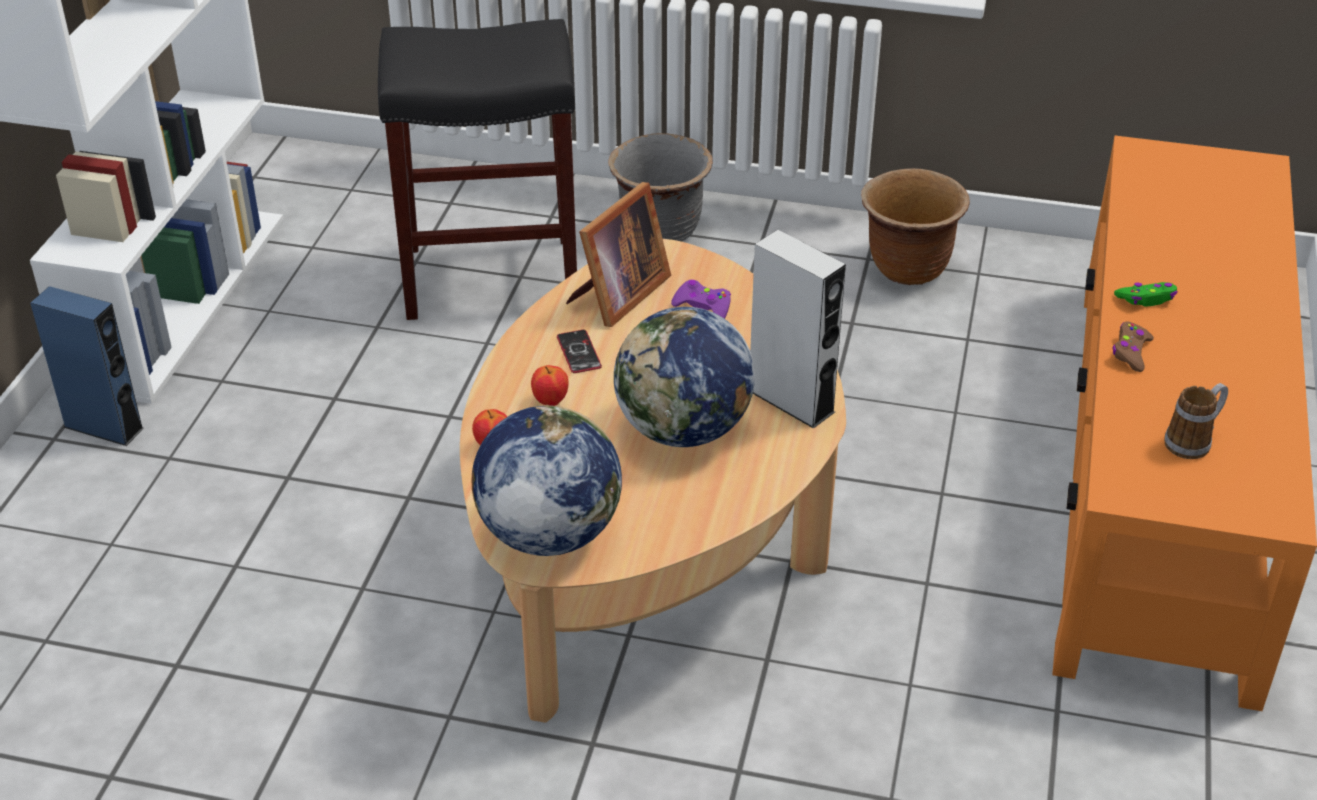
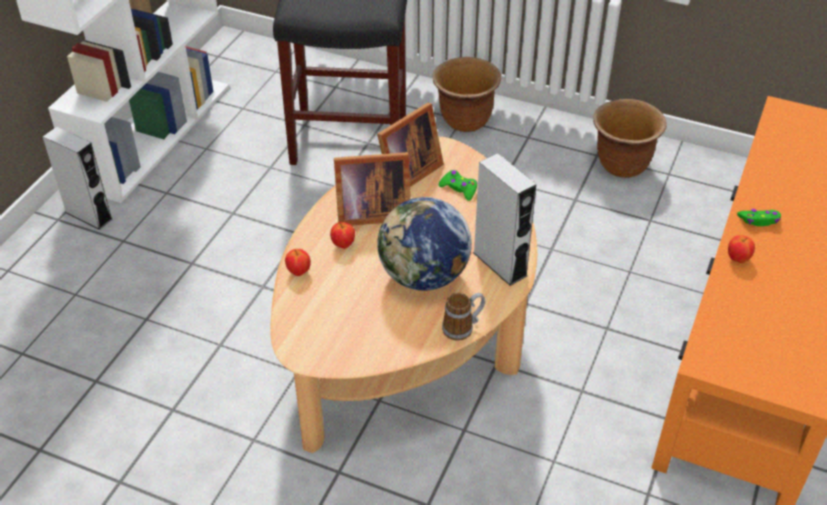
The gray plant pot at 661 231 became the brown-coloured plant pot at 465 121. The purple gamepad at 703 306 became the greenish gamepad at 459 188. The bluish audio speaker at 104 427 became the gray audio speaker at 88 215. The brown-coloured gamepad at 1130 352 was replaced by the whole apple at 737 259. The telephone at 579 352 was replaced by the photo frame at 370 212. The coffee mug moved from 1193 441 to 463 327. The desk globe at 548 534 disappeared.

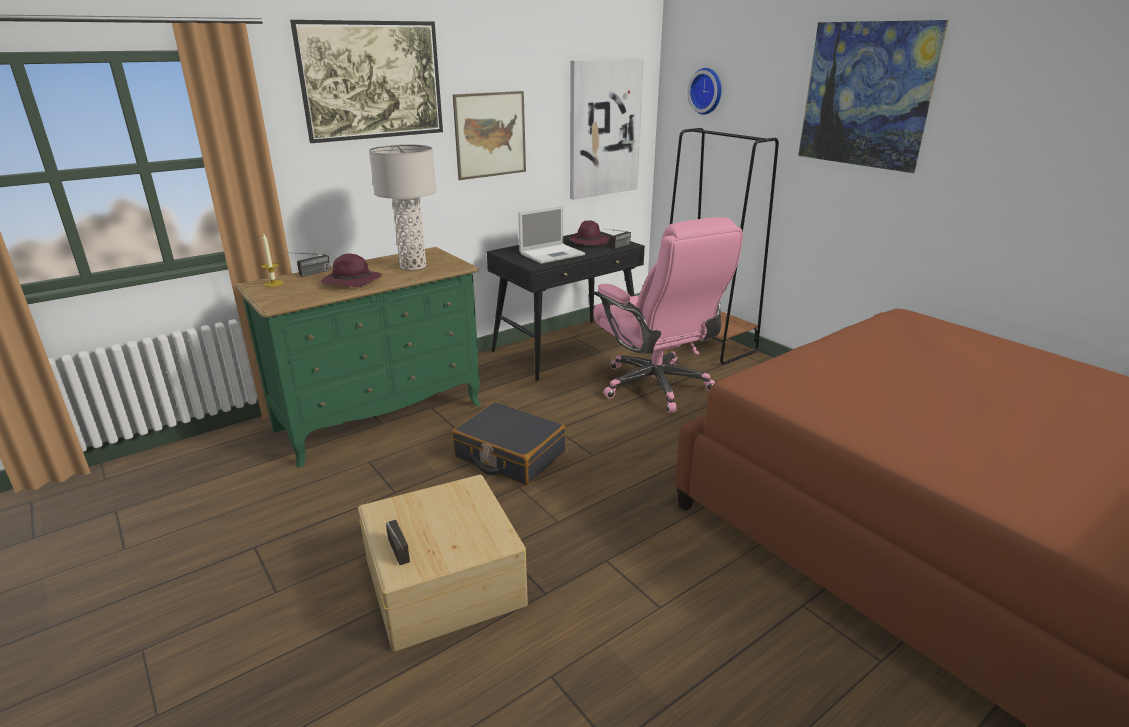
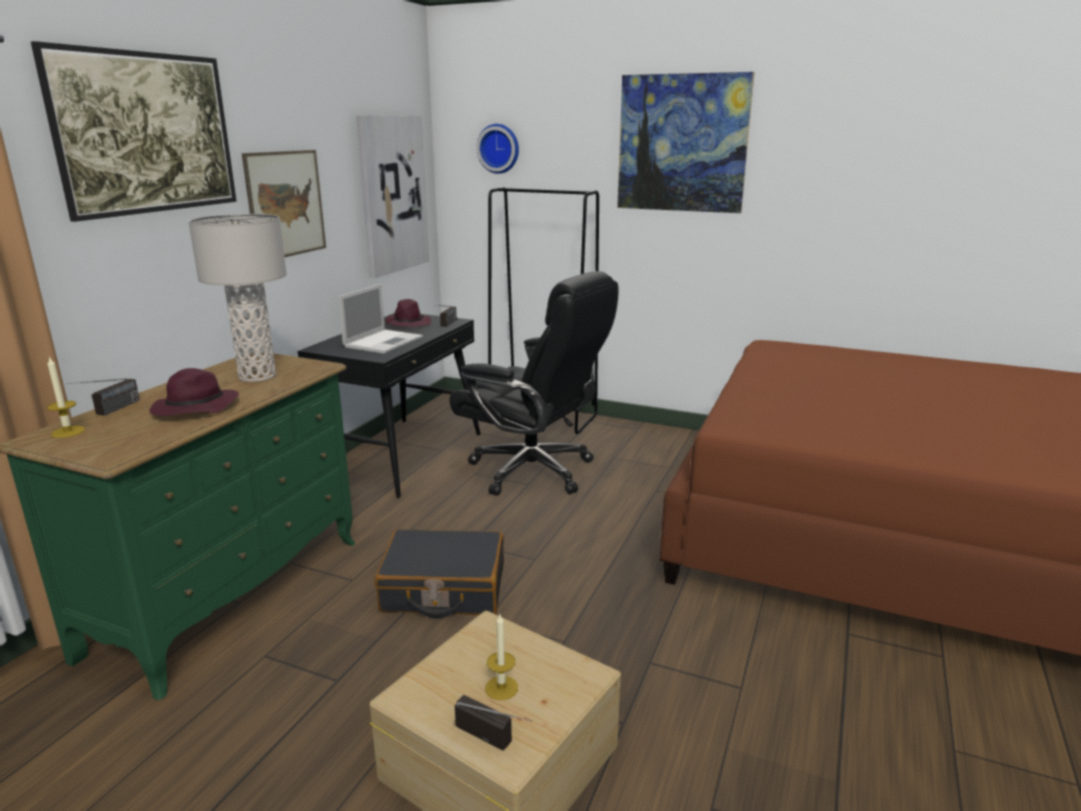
The pink desk chair at 655 385 became the black-coloured desk chair at 532 470. The wax candle at 501 688 appeared.

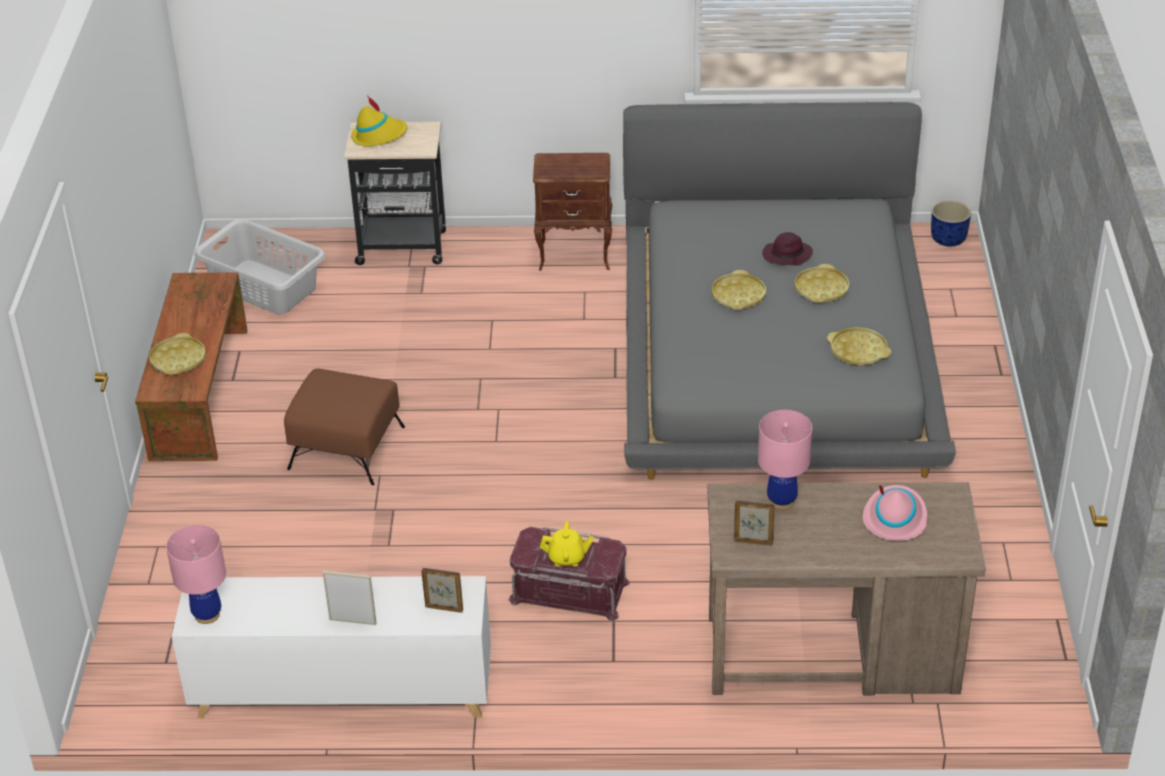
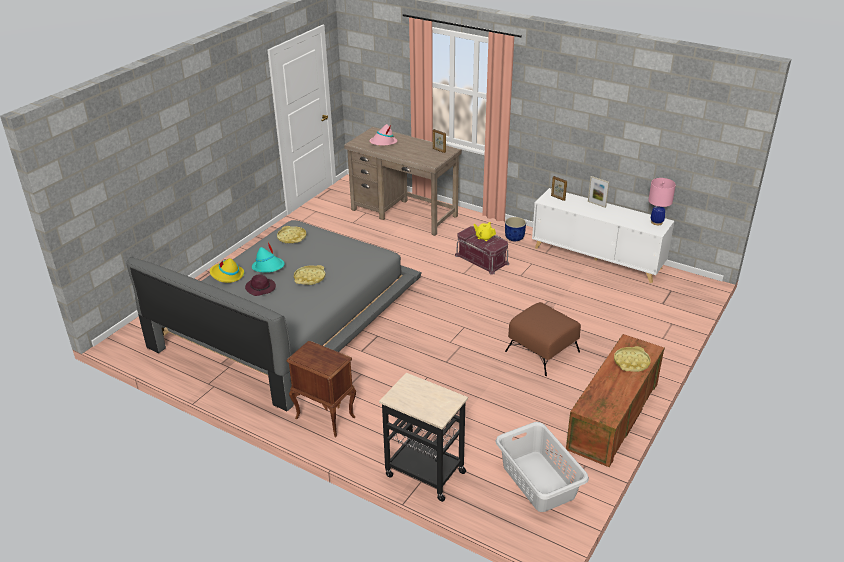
The yellowish wearable hat moved from 379 136 to 227 275. The bluish plant pot moved from 949 239 to 514 237. The yellowish tray at 821 289 was replaced by the turquoise-coloured wearable hat at 268 267. The pink table lamp at 781 501 disappeared.

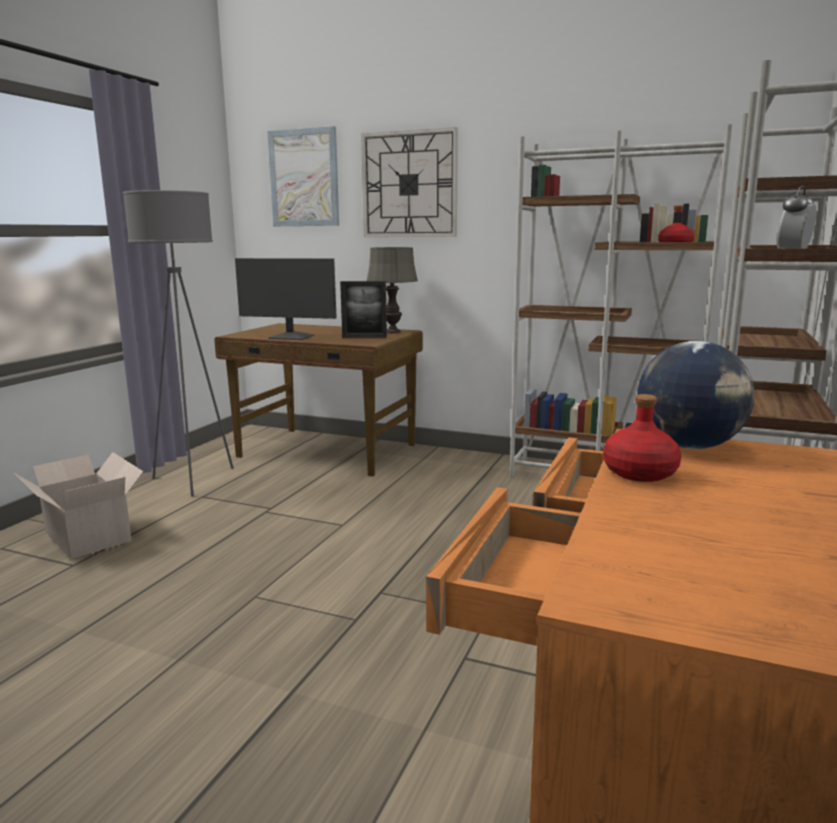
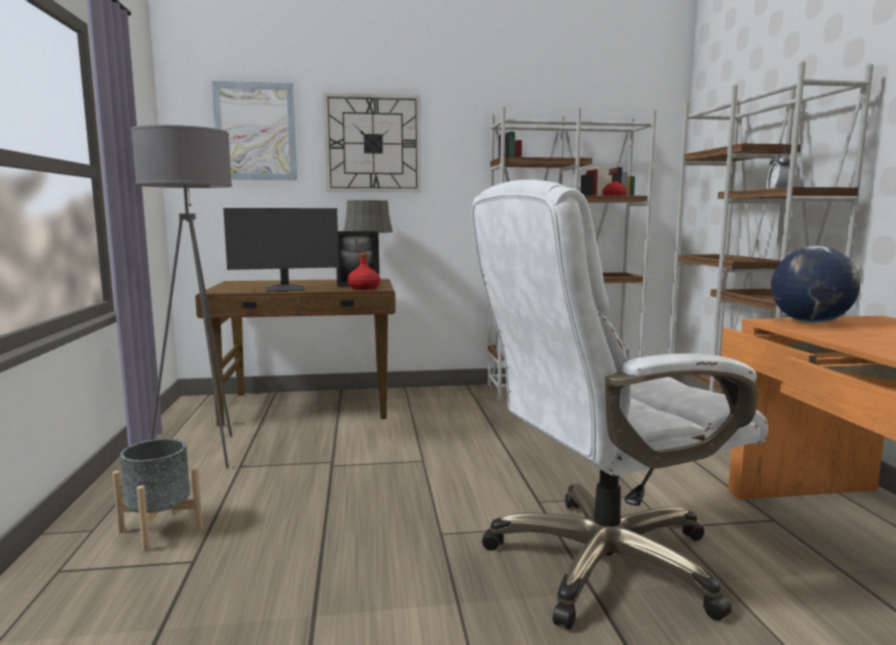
The red drink bottle moved from 639 472 to 363 288. The carton at 87 535 was replaced by the gray plant pot at 160 530. The whitish desk chair at 604 561 appeared.

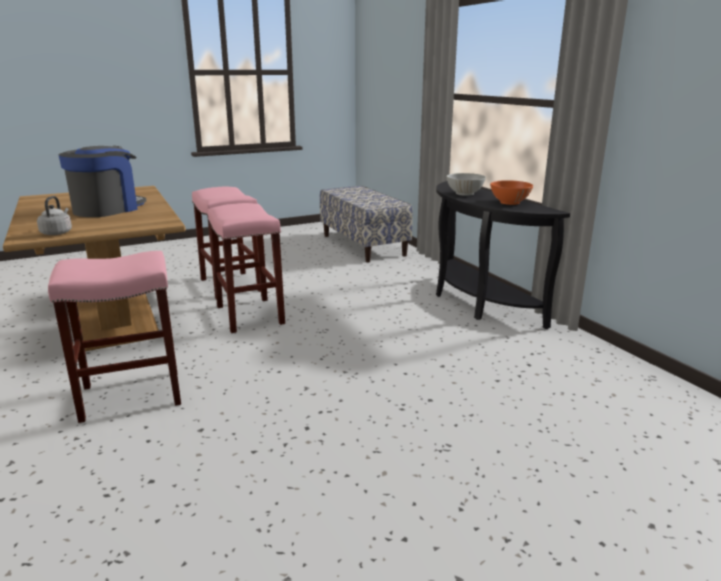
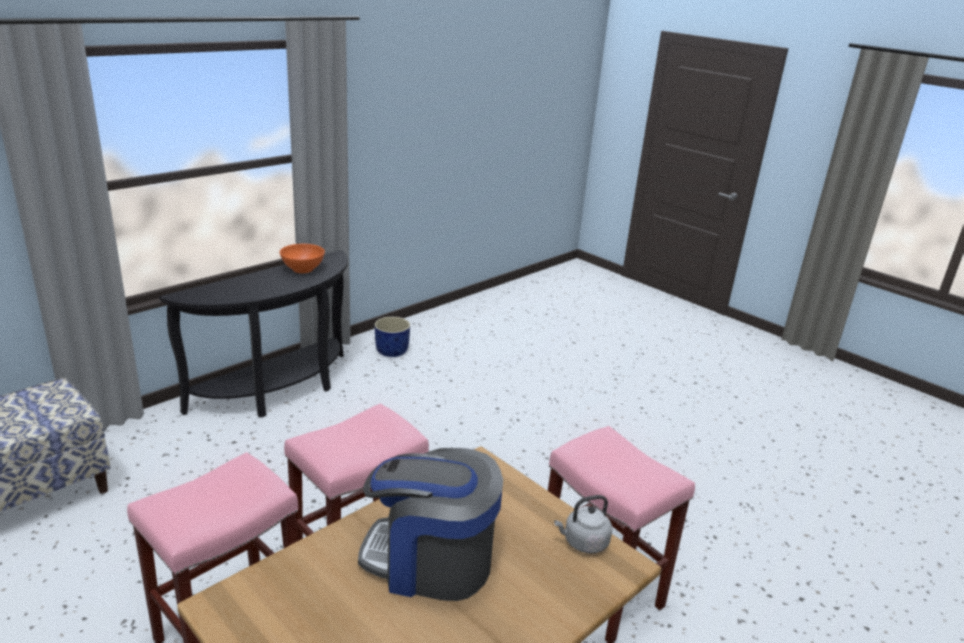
The whitish serving bowl at 464 193 disappeared. The bluish plant pot at 392 351 appeared.

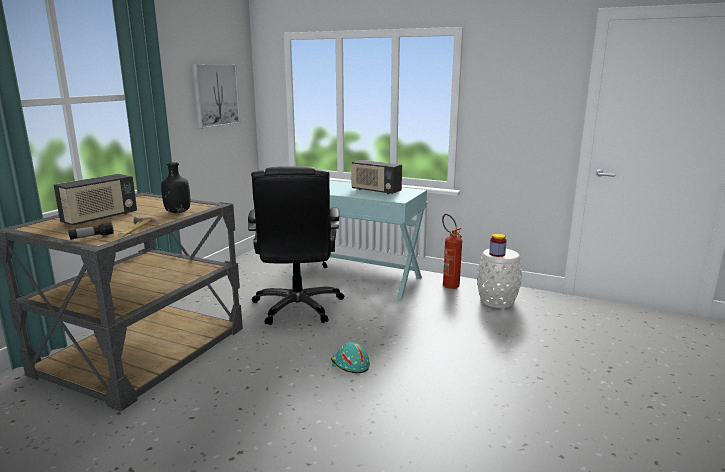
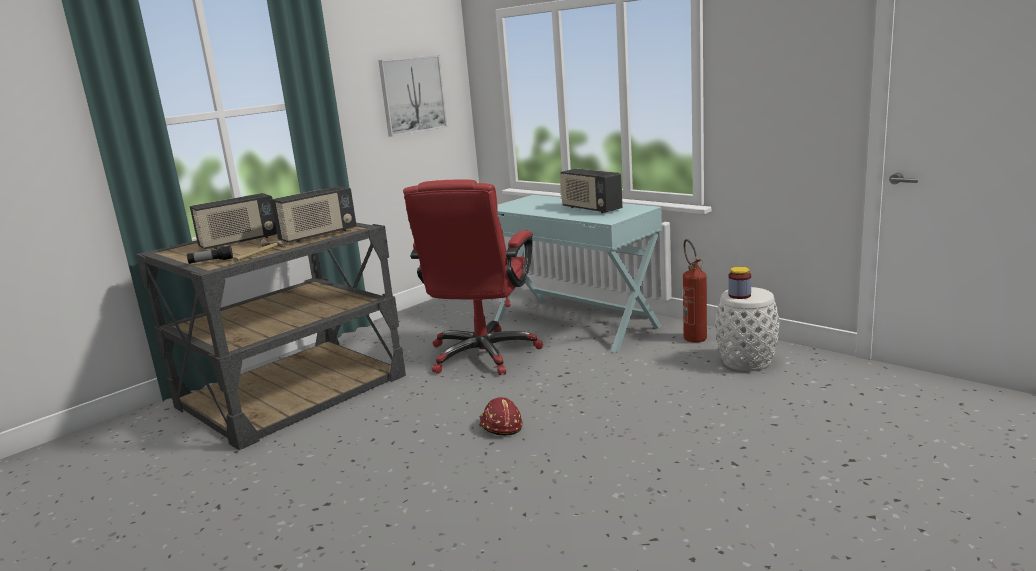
The black-coloured drink bottle at 178 212 was replaced by the radio set at 318 235. The black-coloured desk chair at 298 306 became the red desk chair at 483 354. The turquoise-coloured hard hat at 350 365 became the red hard hat at 500 426.

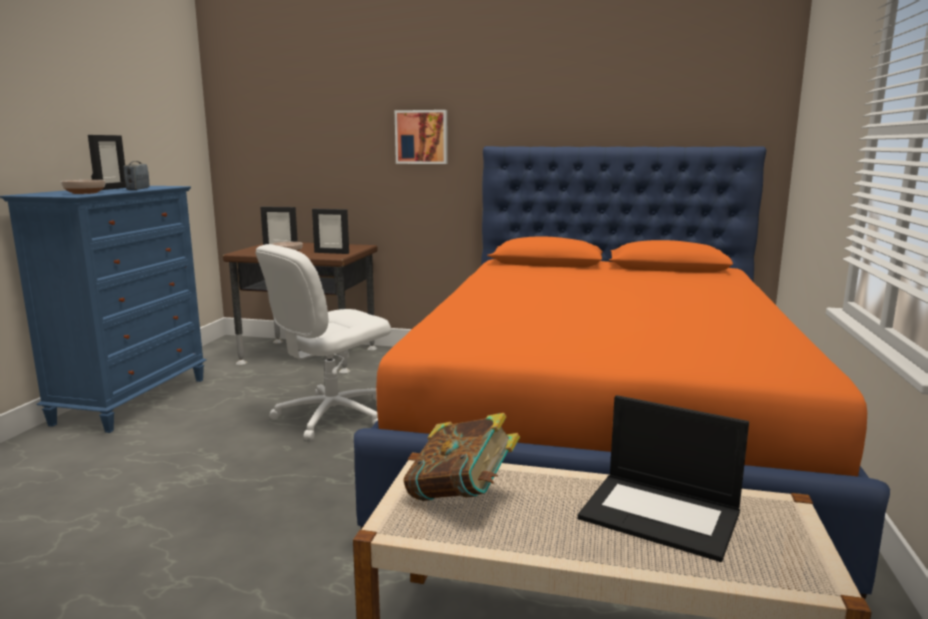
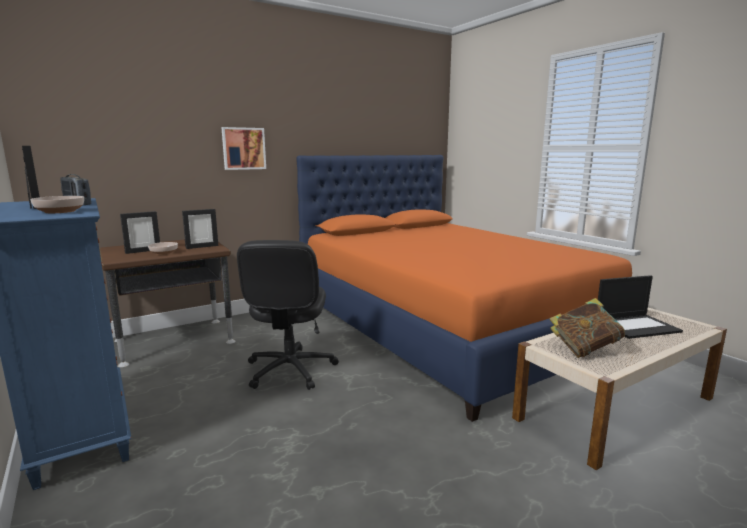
The whitish desk chair at 332 415 became the black-coloured desk chair at 290 369.

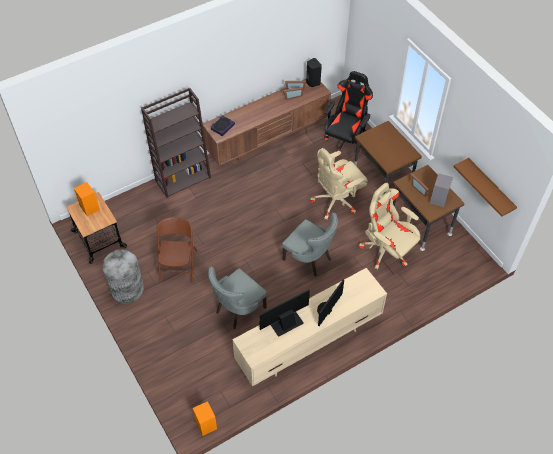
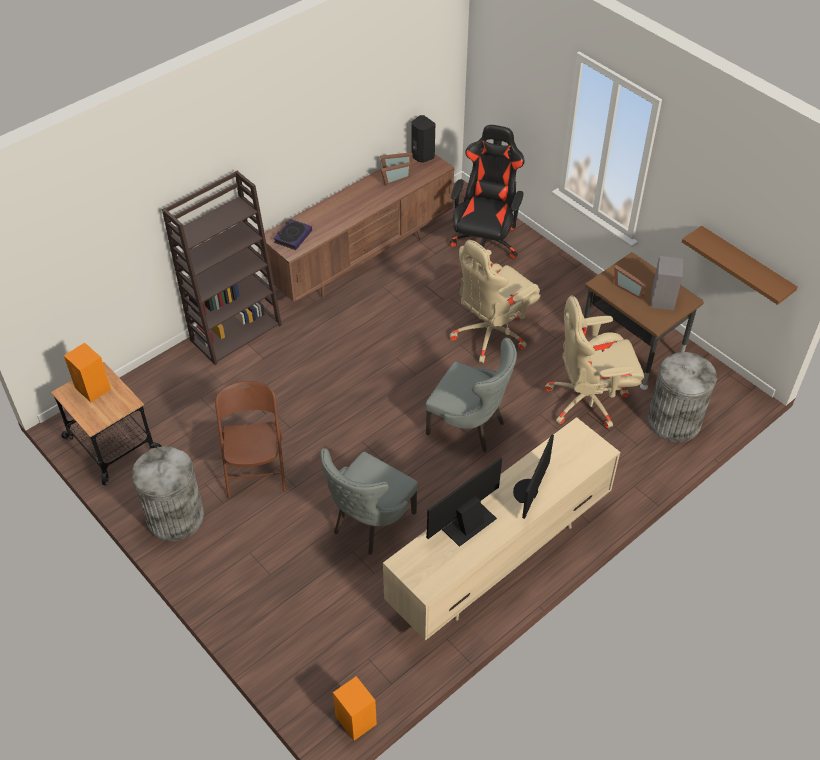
The brown-coloured desk at 382 178 disappeared. The beige desk chair at 388 253 turned 45 degrees counterclockwise. The gray trash can at 674 421 appeared.

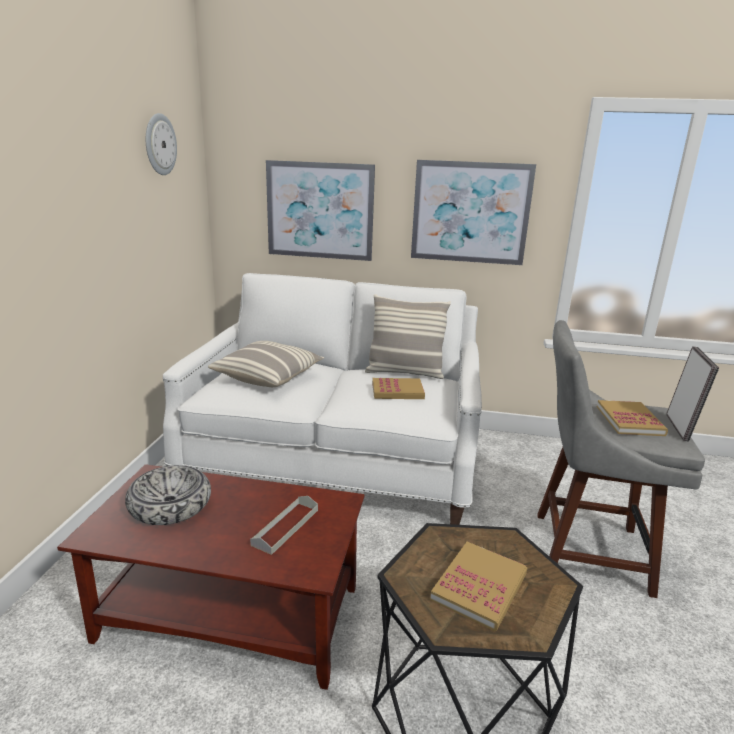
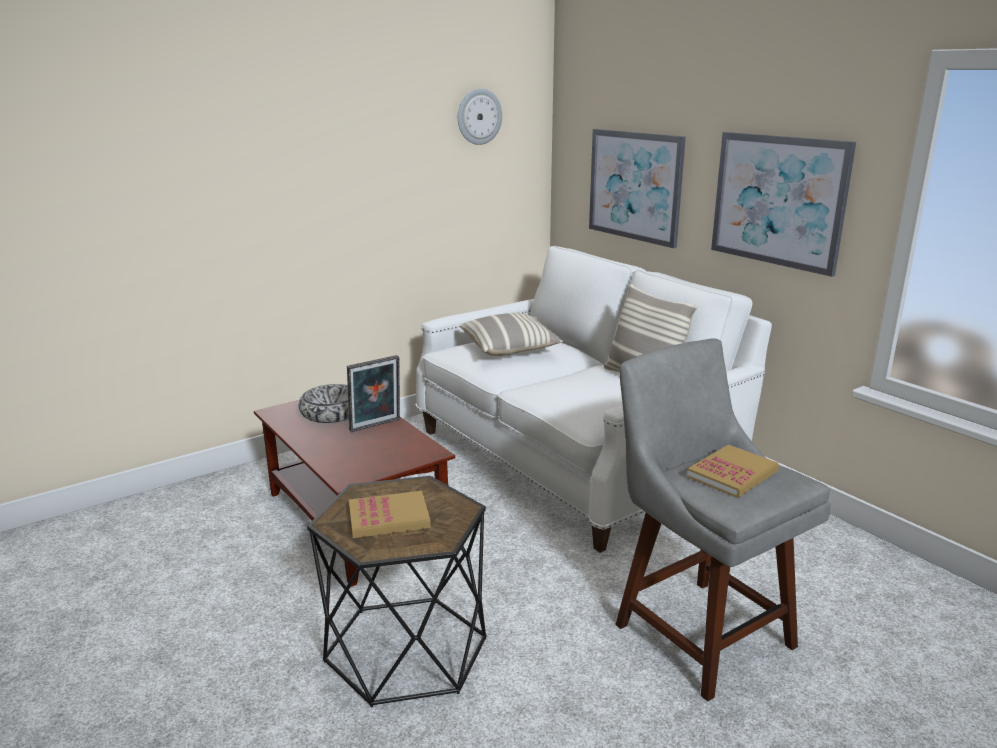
The photo frame moved from 681 428 to 376 426. The book at 397 391 disappeared. The gray tray at 285 527 disappeared.

